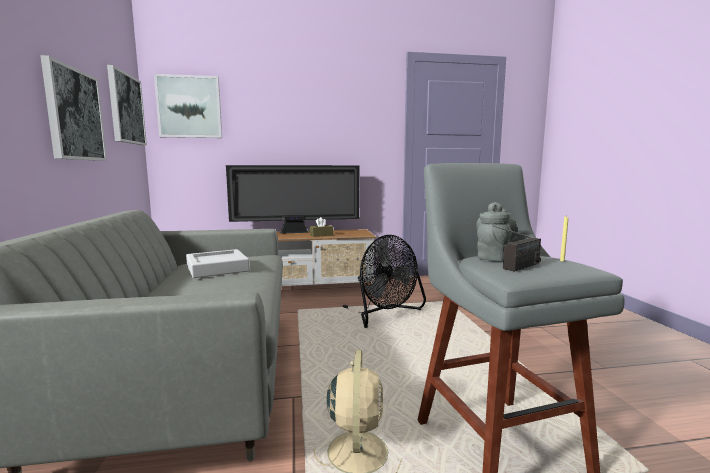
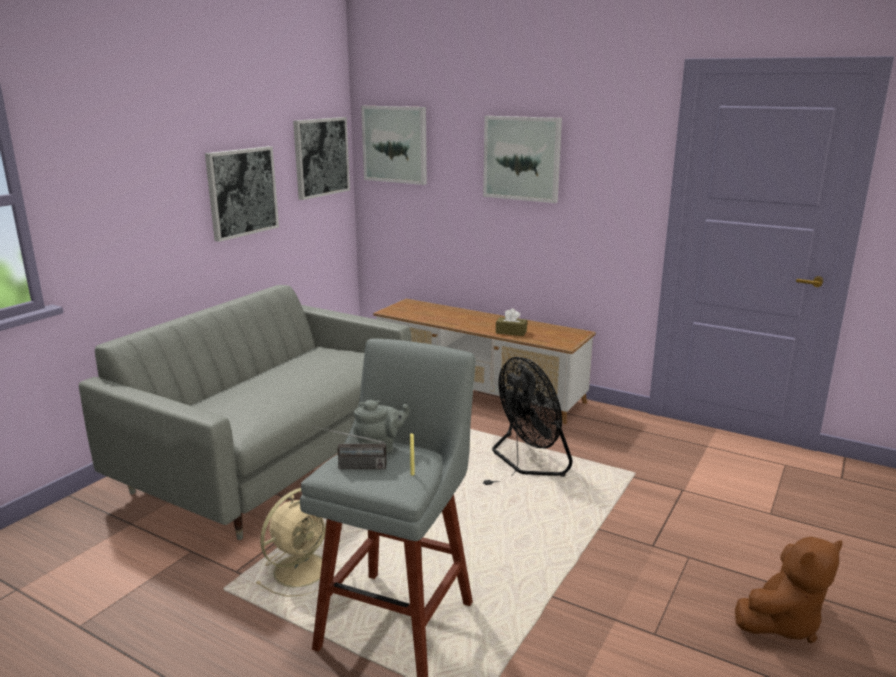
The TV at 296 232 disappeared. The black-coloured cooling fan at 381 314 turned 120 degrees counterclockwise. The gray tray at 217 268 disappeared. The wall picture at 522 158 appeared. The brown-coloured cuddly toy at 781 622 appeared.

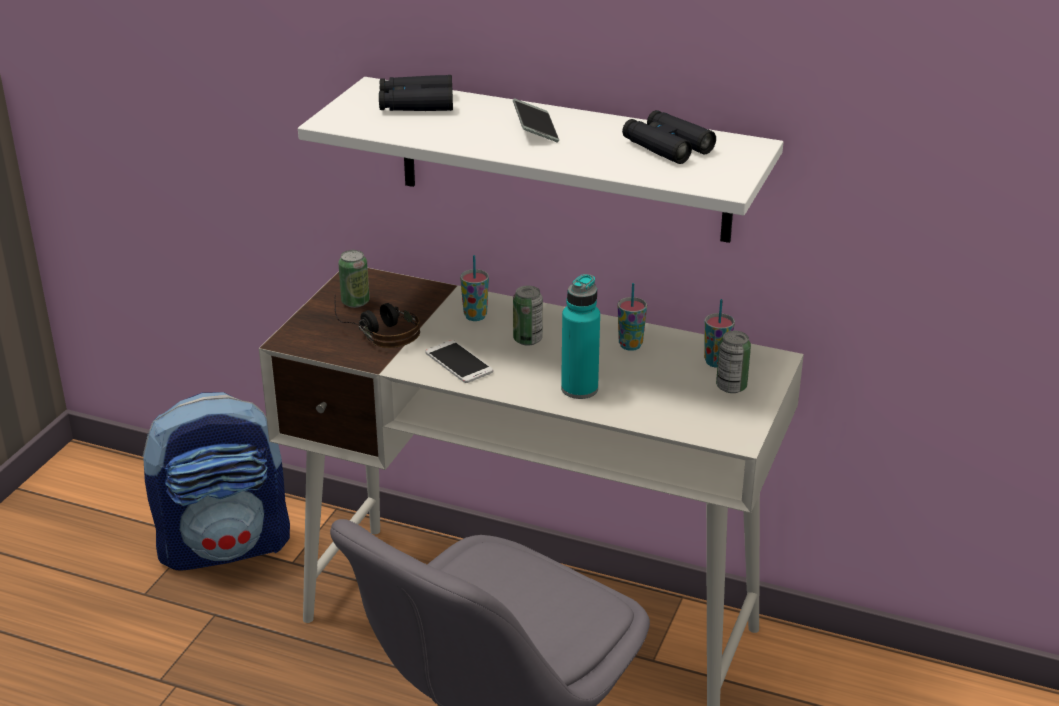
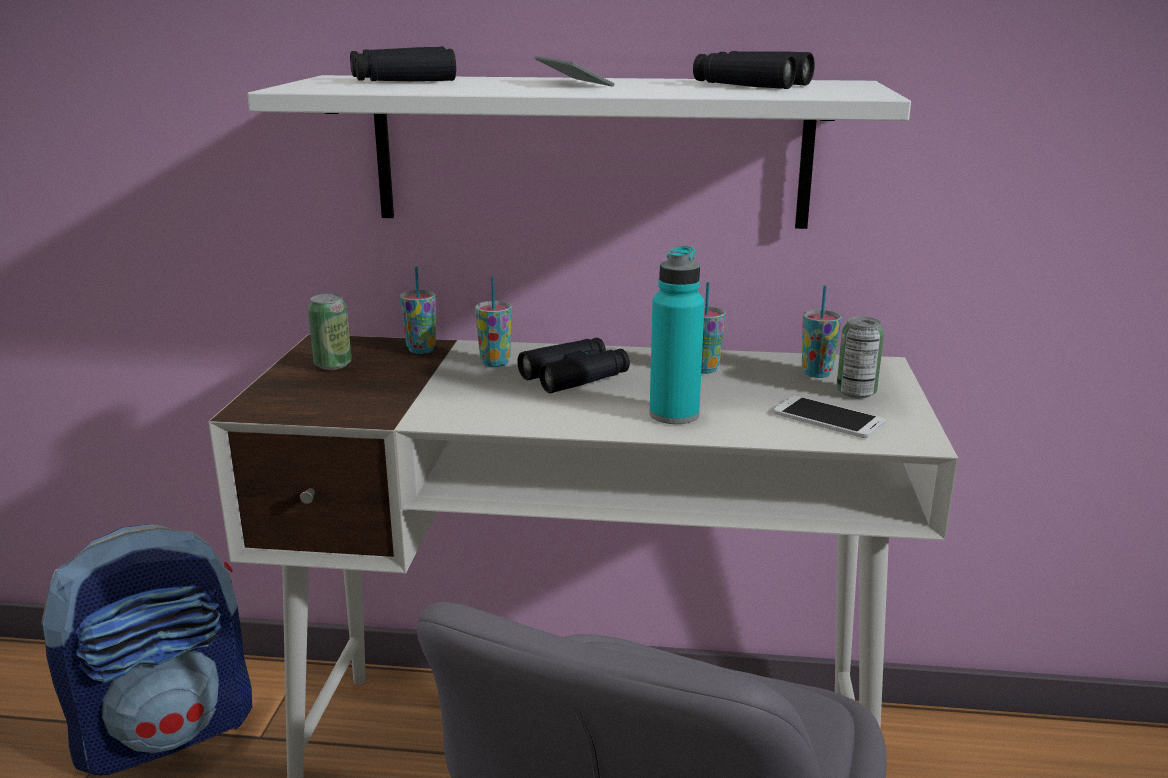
The metal can at 527 339 was replaced by the black-coloured binoculars at 574 376. The pair of headphones at 377 331 disappeared. The telephone moved from 459 362 to 828 418. The drinking cup at 421 349 appeared.

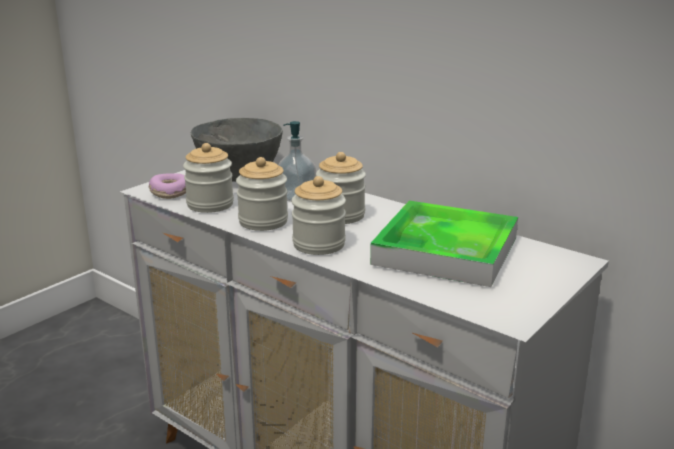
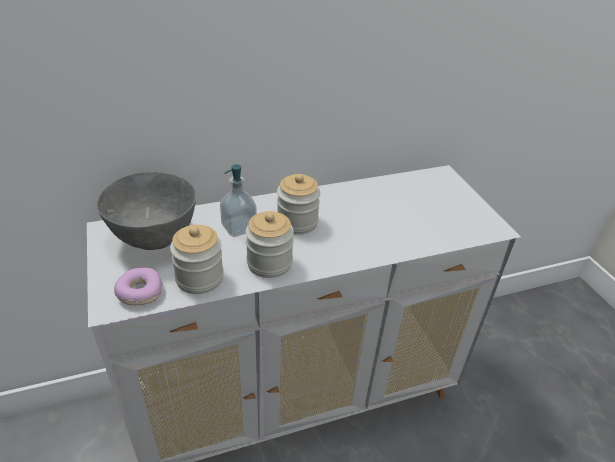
The jar at 319 244 disappeared. The tray at 445 250 disappeared.

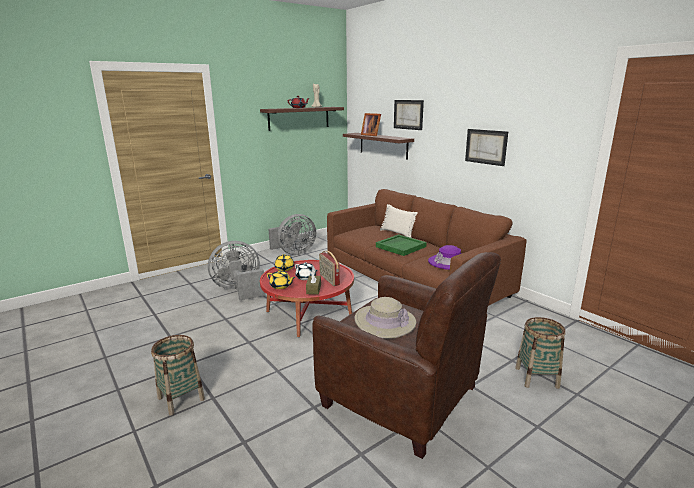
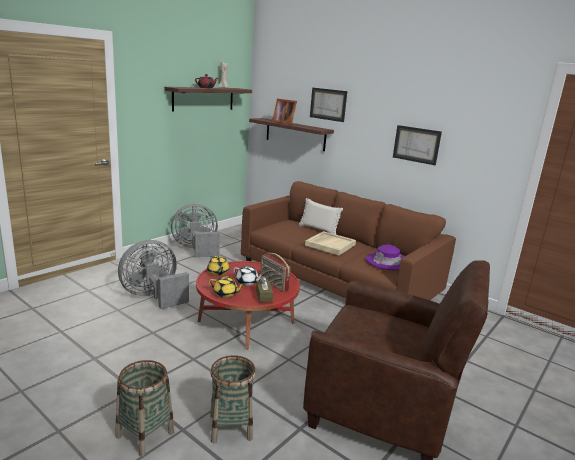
The gray cooling fan at 294 252 turned 150 degrees counterclockwise. The greenish tray at 400 246 became the beige tray at 330 245. The beige wearable hat at 385 322 disappeared. The storage basket moved from 536 377 to 230 427.

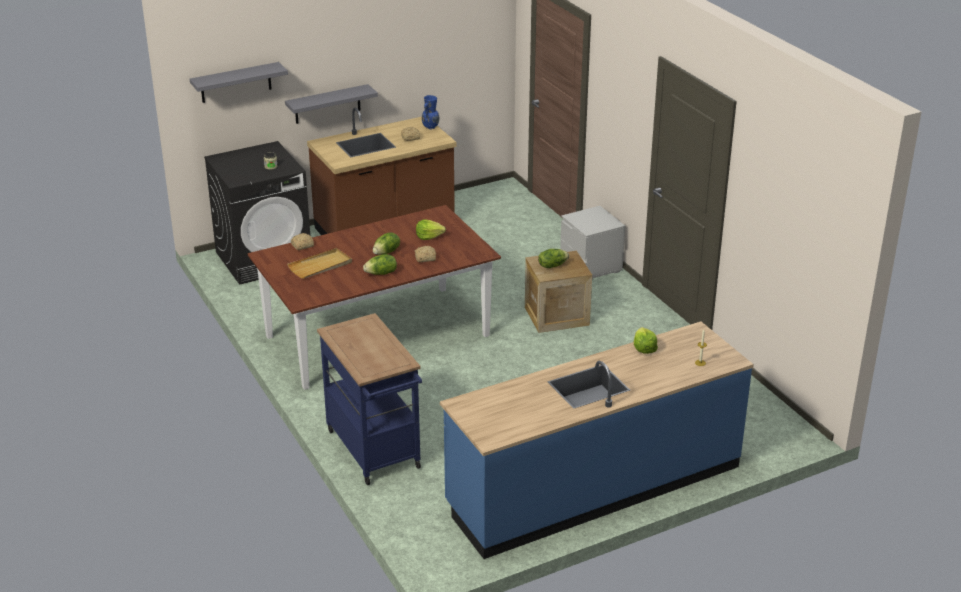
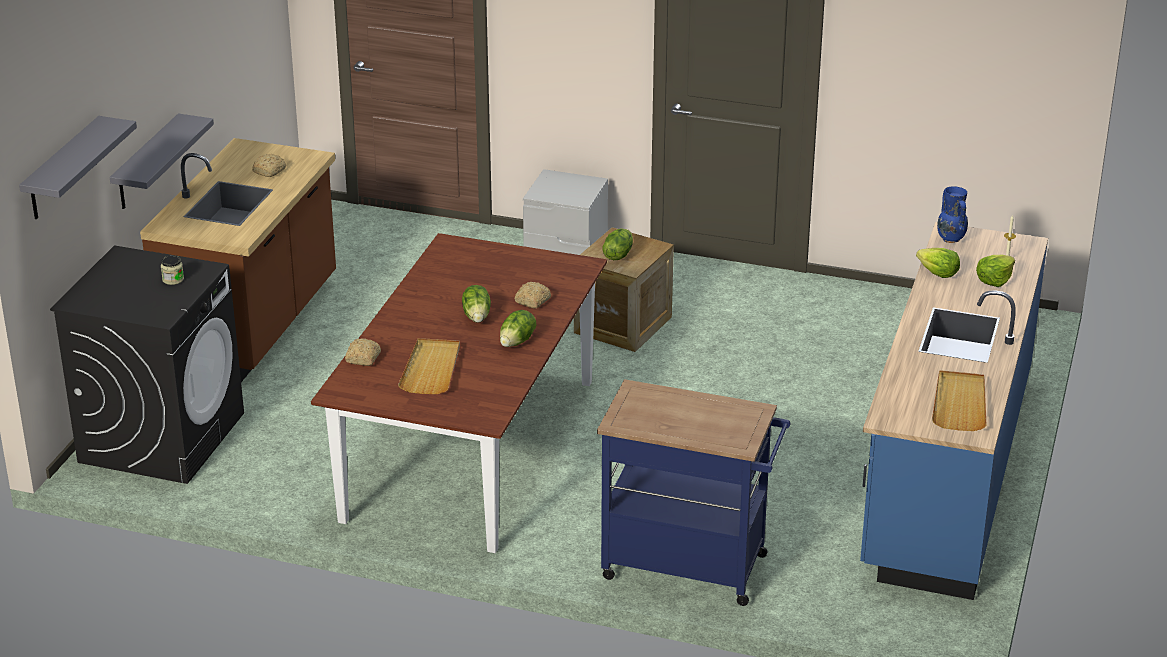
The bluish decorative vase moved from 431 127 to 950 239. The lettuce moved from 429 236 to 994 280. The beige tray at 959 404 appeared.

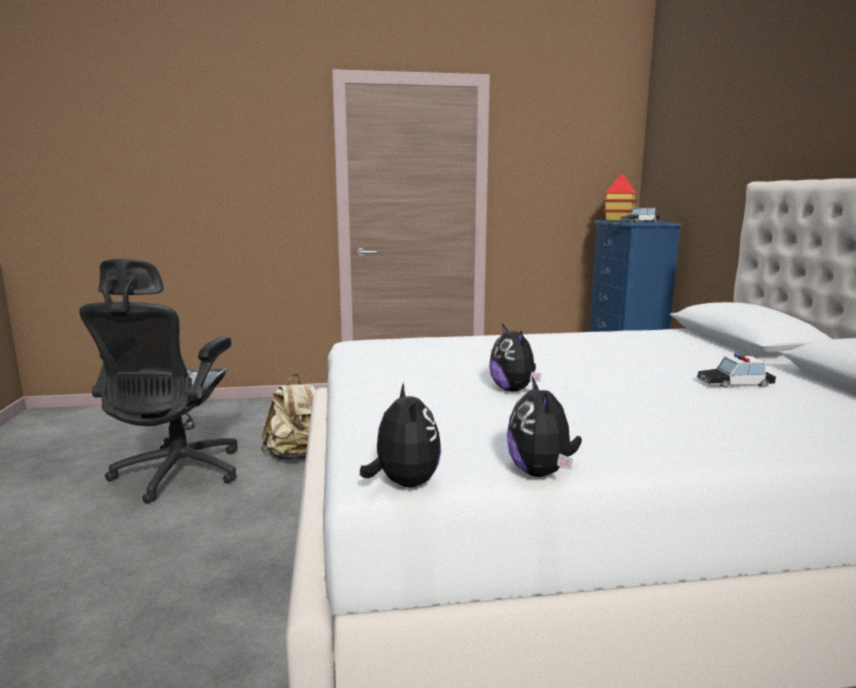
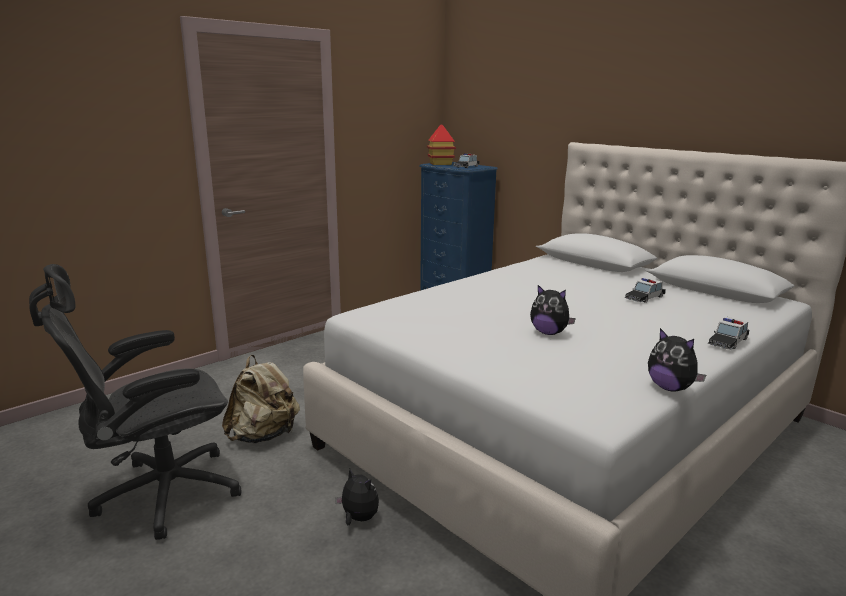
The desk chair at 176 476 turned 90 degrees clockwise. The cuddly toy moved from 403 483 to 358 518. The toy car at 728 342 appeared.

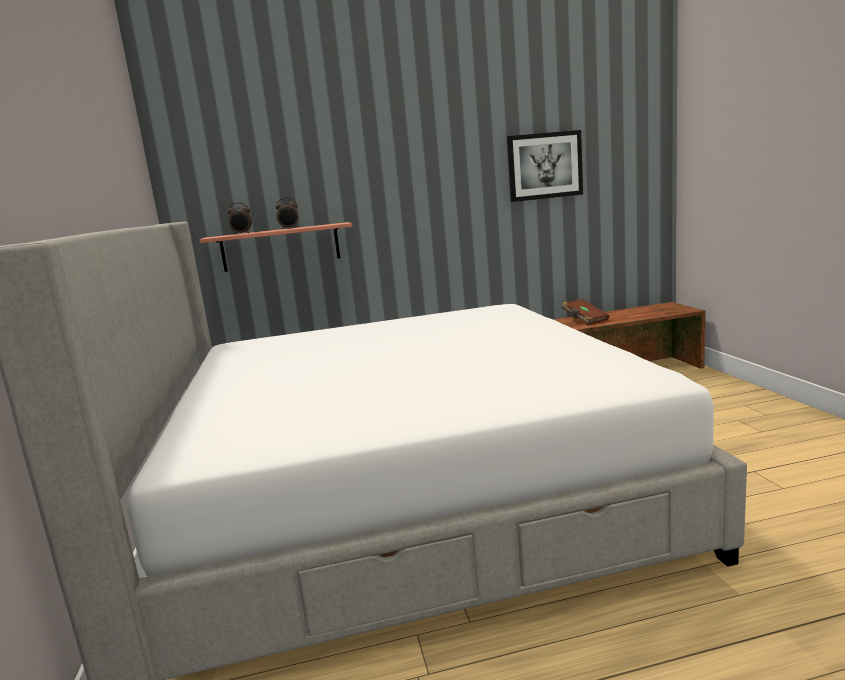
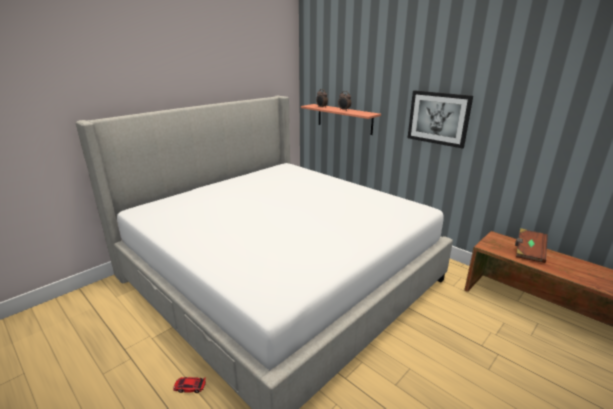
The wall picture moved from 544 166 to 438 118. The toy car at 189 387 appeared.

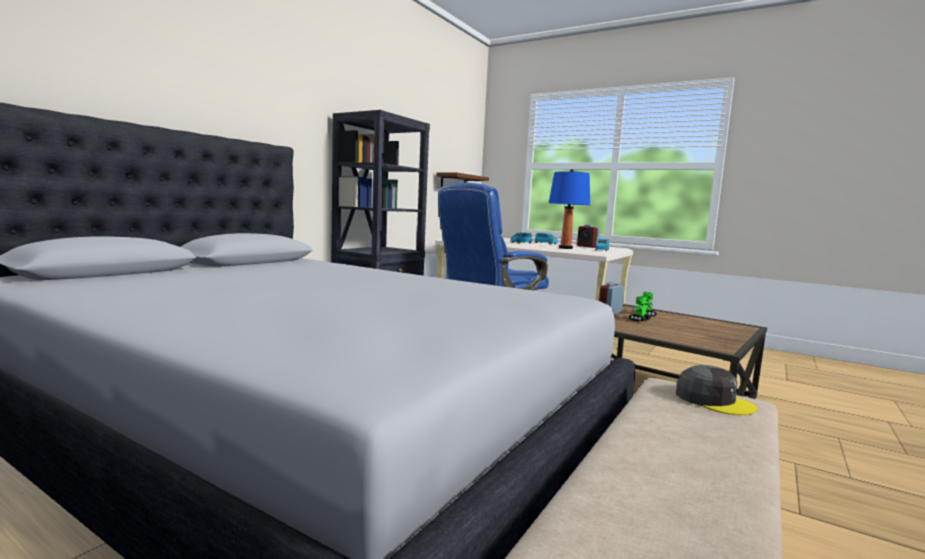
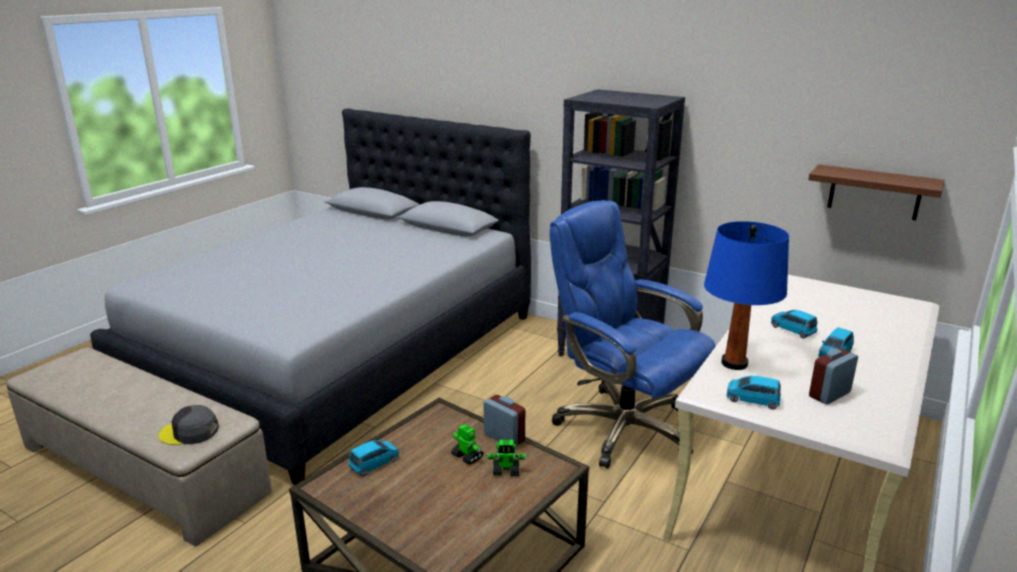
The gray cap at 713 400 turned 45 degrees clockwise. The bluish toy car at 374 463 appeared.

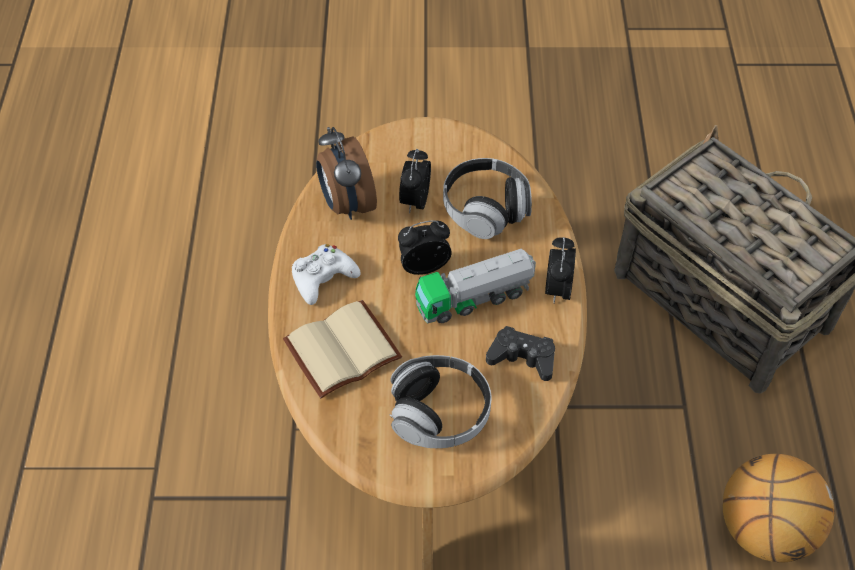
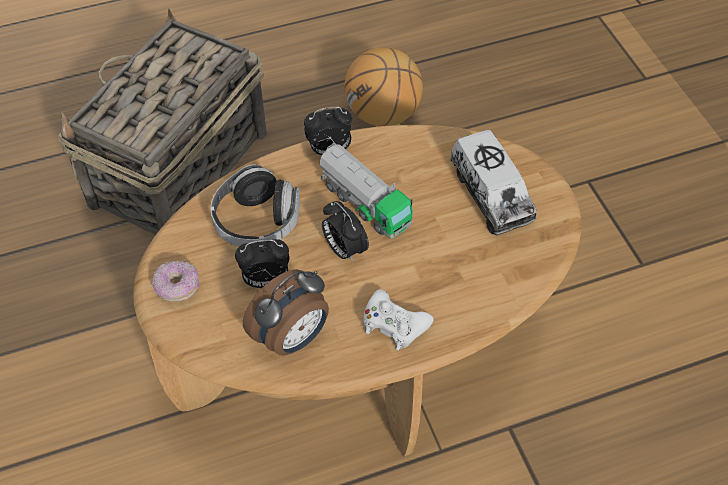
The beige book at 342 353 disappeared. The black-coloured gamepad at 522 358 disappeared. The pair of headphones at 439 413 was replaced by the toy truck at 491 194. The donut at 177 287 appeared.

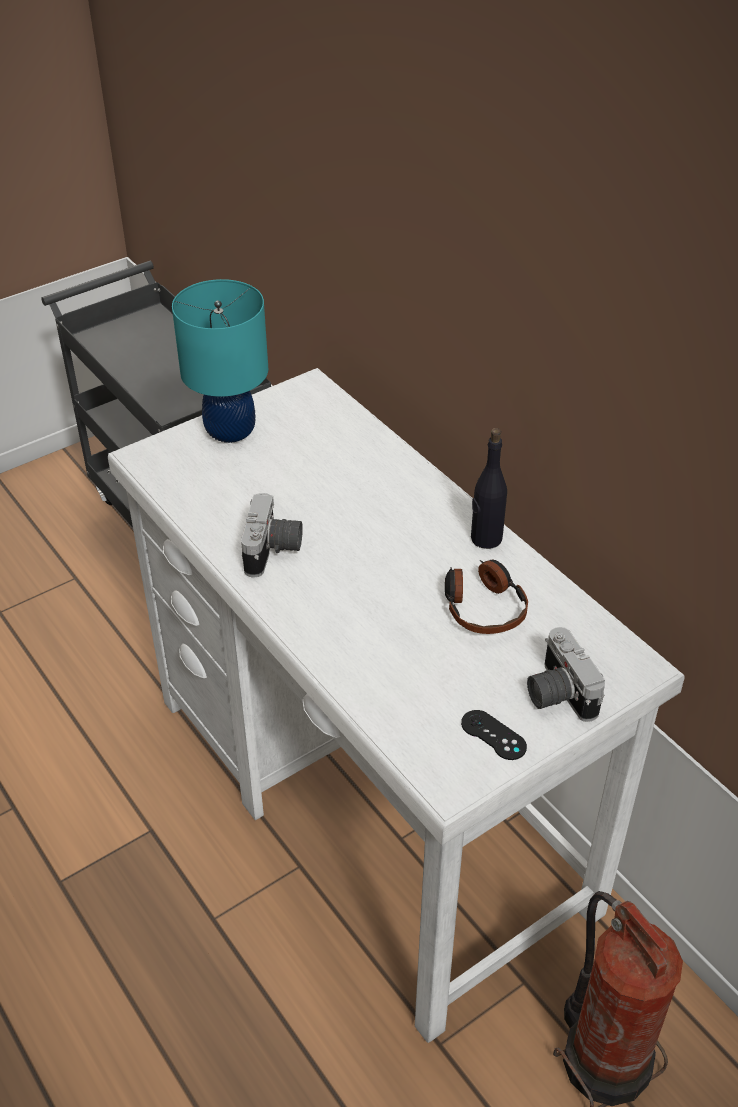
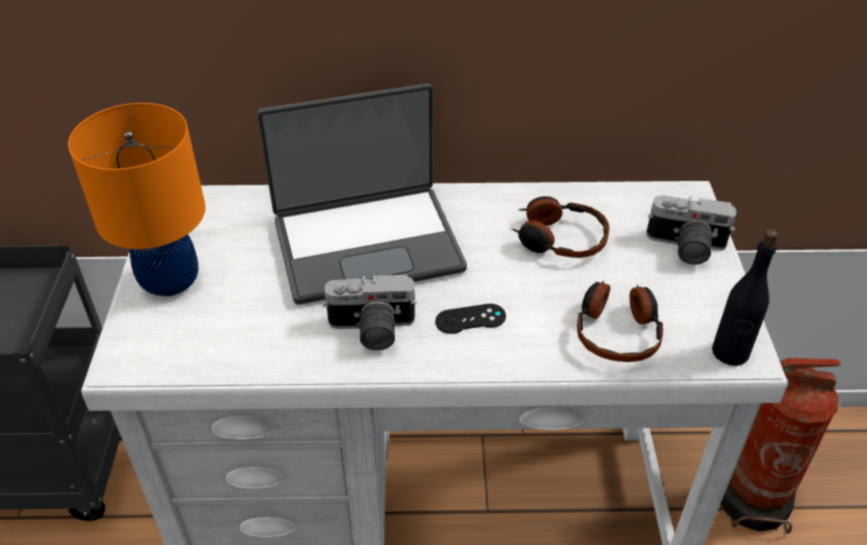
The turquoise-coloured table lamp at 233 432 became the orangey table lamp at 172 280. The black-coloured drink bottle moved from 485 538 to 730 352. The still camera at 273 551 turned 135 degrees clockwise. The black-coloured gamepad moved from 493 735 to 470 319. The laptop at 367 243 appeared. The pair of headphones at 617 331 appeared.

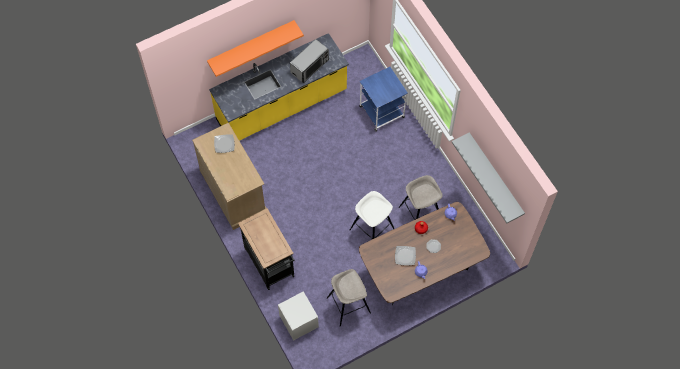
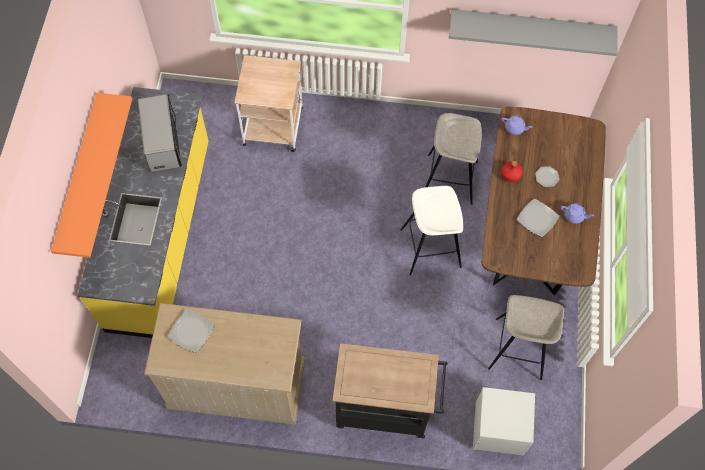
The bluish cart at 382 112 became the beige cart at 274 127.

